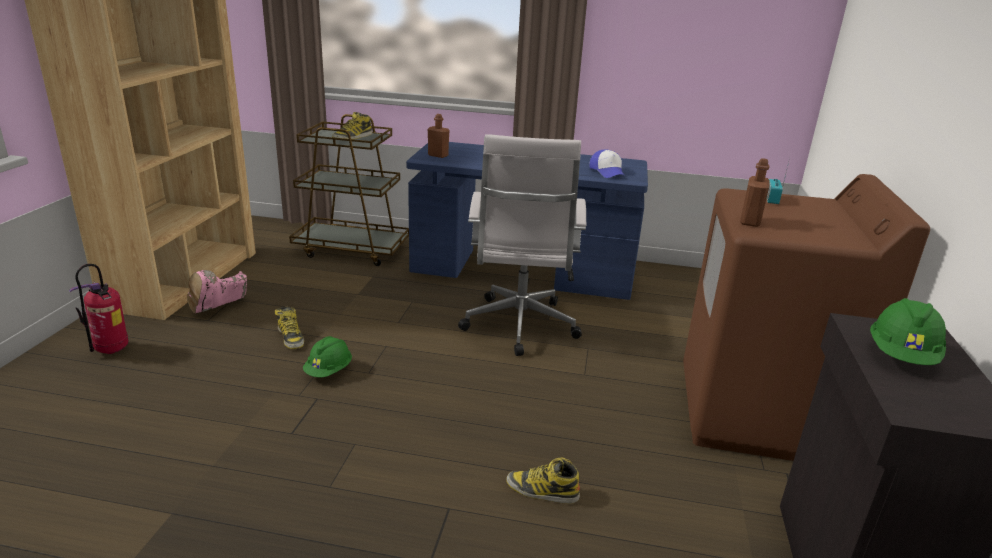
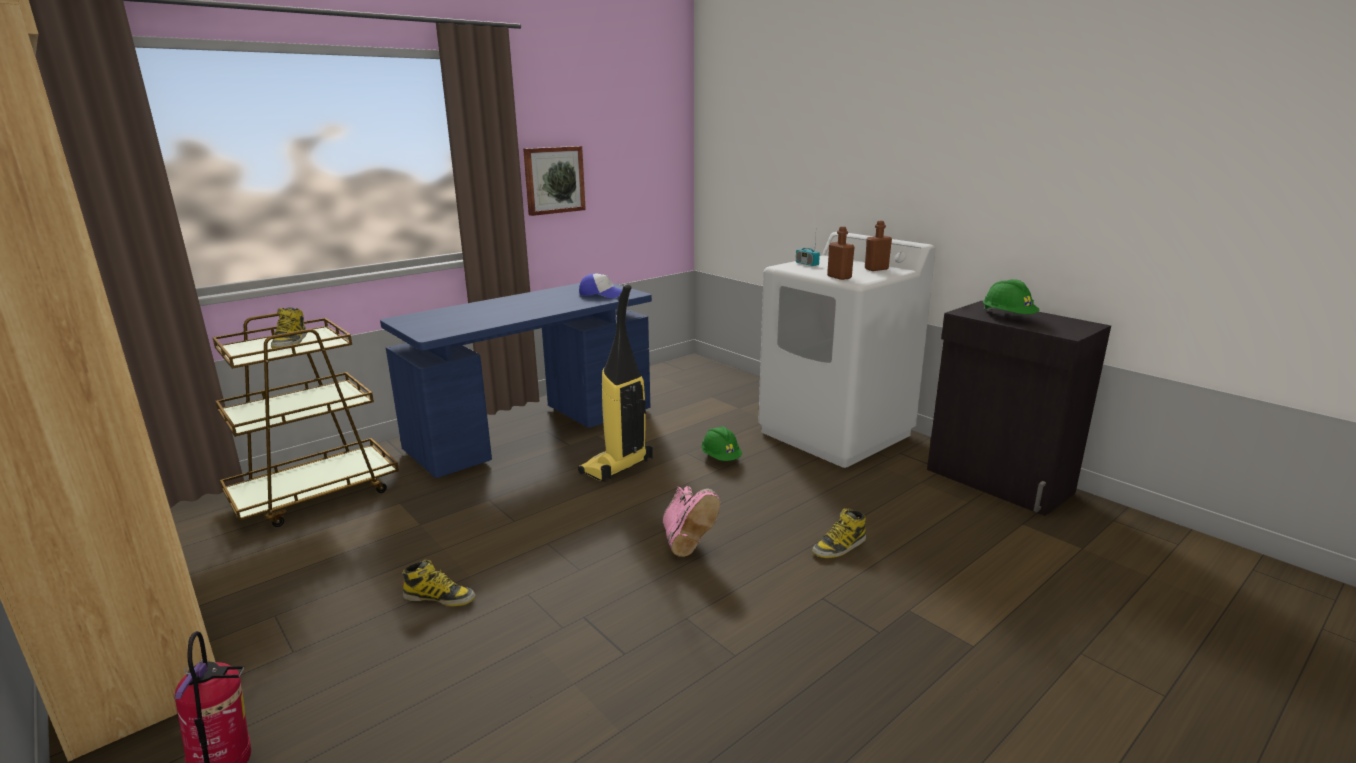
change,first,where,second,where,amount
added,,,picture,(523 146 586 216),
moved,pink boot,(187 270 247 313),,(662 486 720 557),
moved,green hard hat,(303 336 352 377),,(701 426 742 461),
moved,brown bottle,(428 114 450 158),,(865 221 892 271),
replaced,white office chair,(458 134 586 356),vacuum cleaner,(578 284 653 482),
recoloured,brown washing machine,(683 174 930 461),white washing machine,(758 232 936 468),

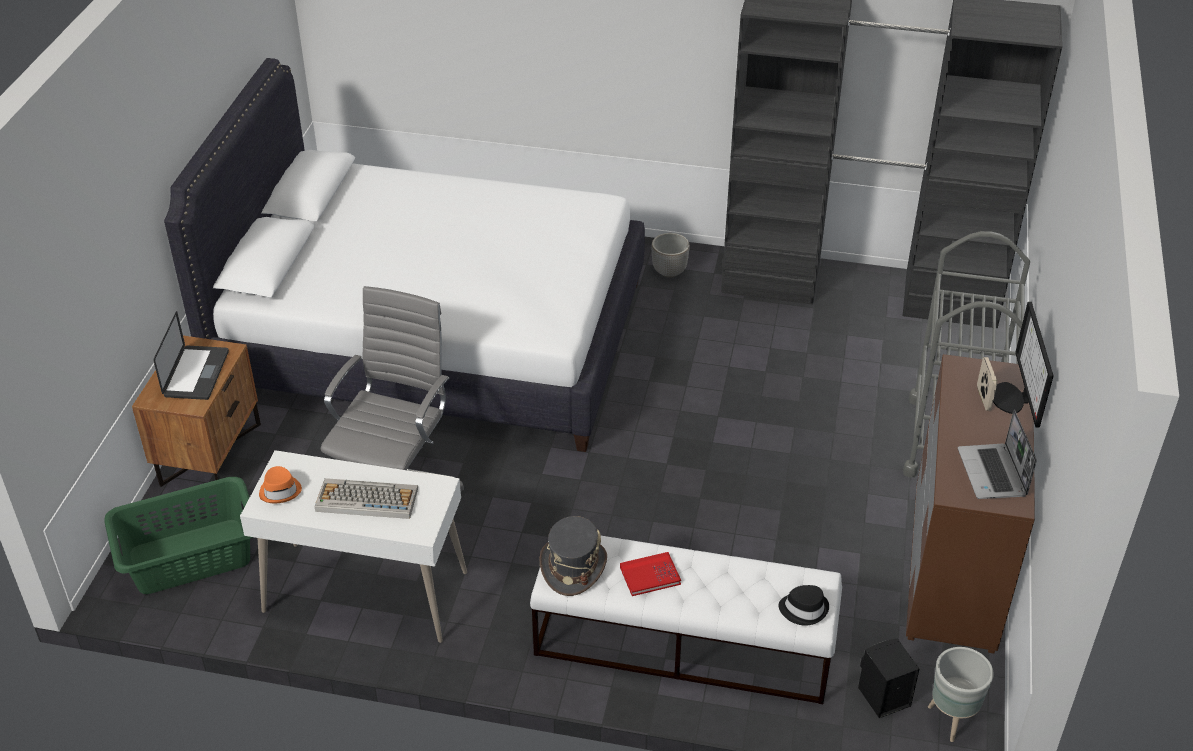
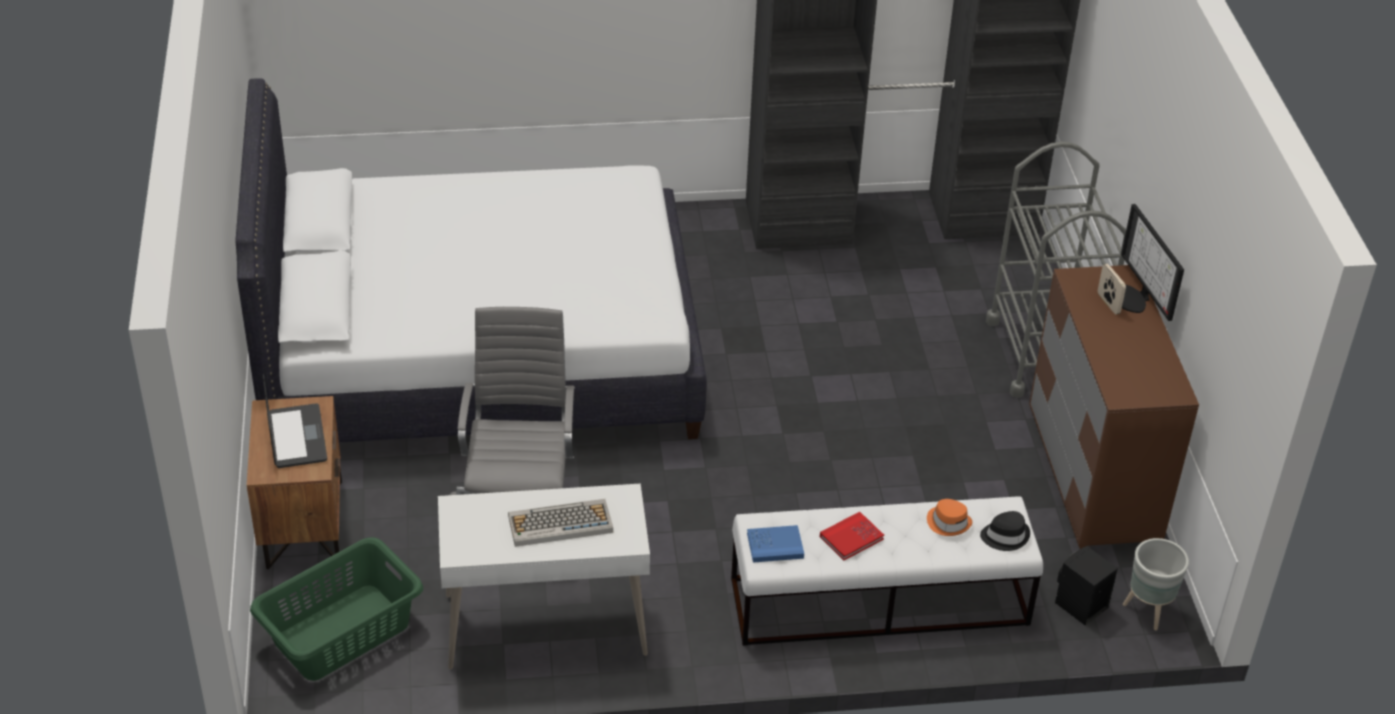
change,first,where,second,where,amount
removed,planter,(651 233 690 278),,,
removed,laptop,(958 410 1037 499),,,
moved,orange hat,(259 466 302 503),,(927 499 972 536),
replaced,grey hat,(539 516 607 596),blue book,(747 525 804 563),

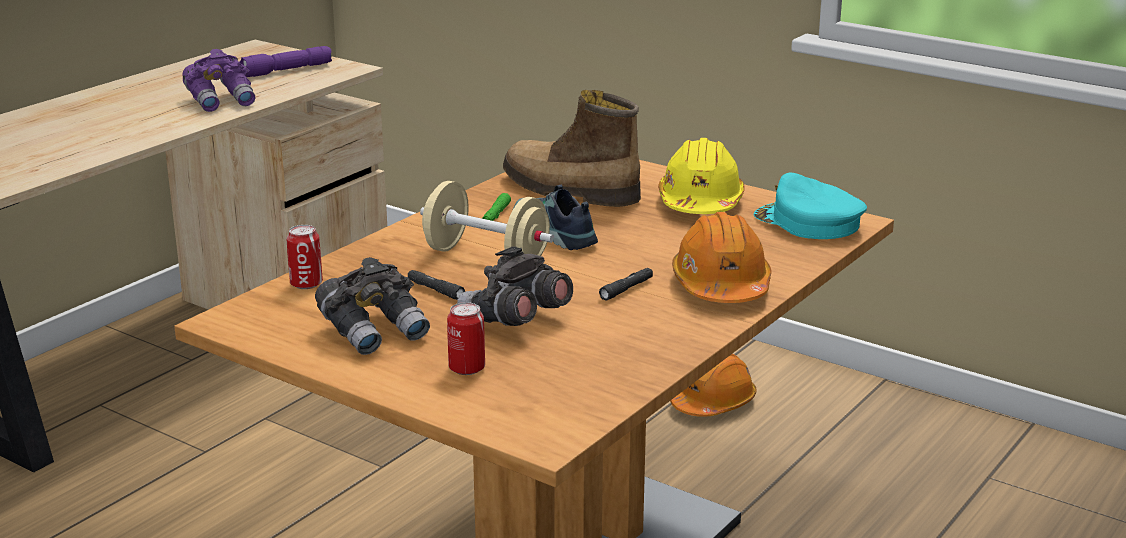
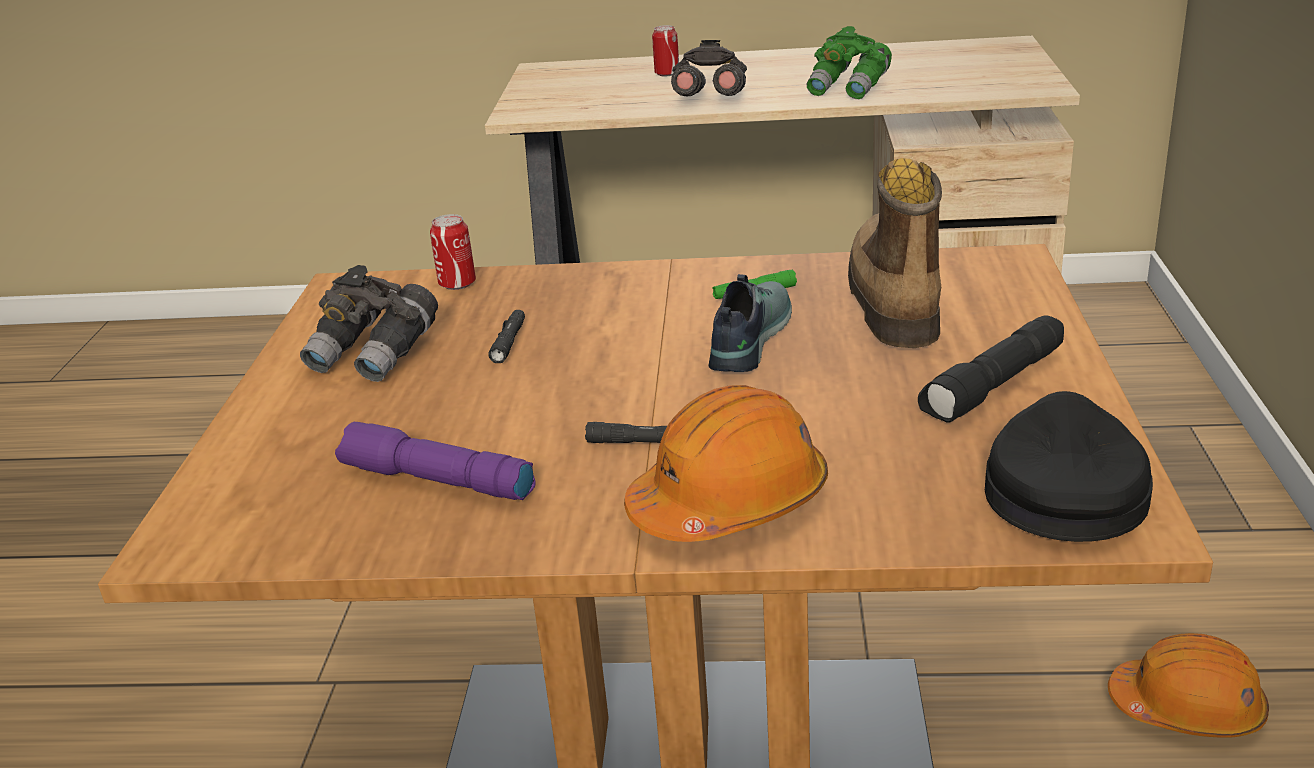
change,first,where,second,where,amount
removed,beige dumbbell,(420 181 554 256),,,
moved,purple flashlight,(239 46 332 77),,(335 422 536 500),
moved,can,(447 302 485 375),,(652 25 679 76),
moved,grey binoculars,(457 246 573 326),,(671 40 747 96),
replaced,yellow hard hat,(658 138 745 214),black flashlight,(918 315 1064 423),
recoloured,purple binoculars,(182 49 256 112),green binoculars,(807 26 892 99),
recoloured,turquoise cap,(754 173 867 239),black cap,(985 391 1153 542),

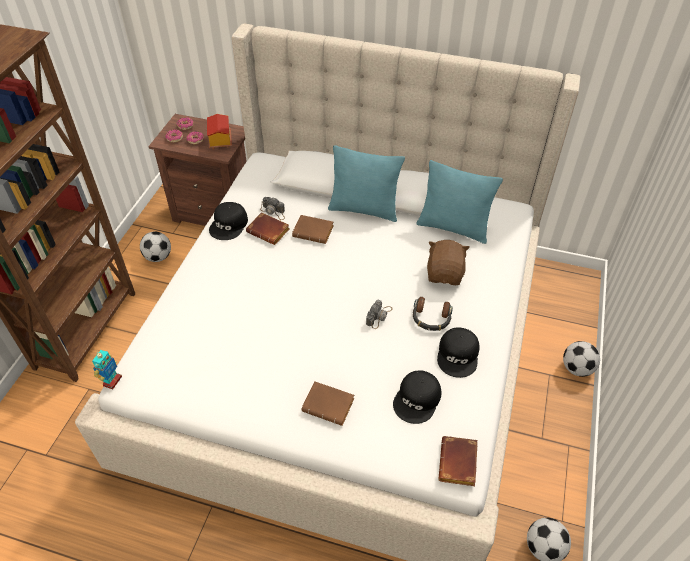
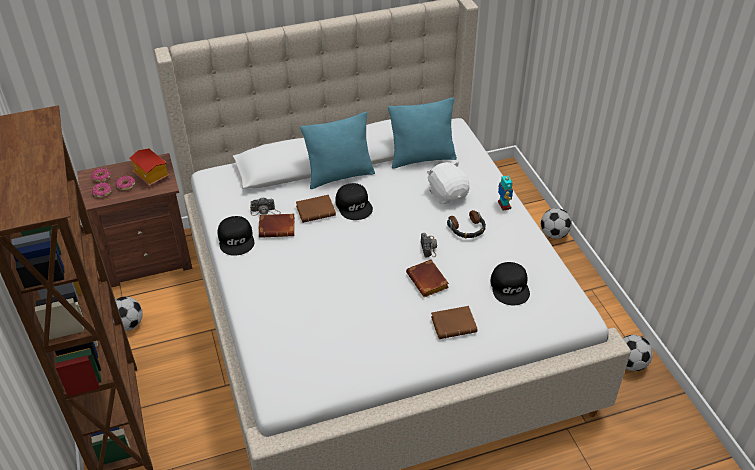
change,first,where,second,where,amount
moved,toy robot,(92 350 122 390),,(498 176 513 211),
moved,black cap,(437 327 480 378),,(335 183 373 220),
moved,brown book,(438 436 478 486),,(406 259 449 297),
recoloured,brown plush toy,(427 240 470 285),white plush toy,(426 161 470 204),

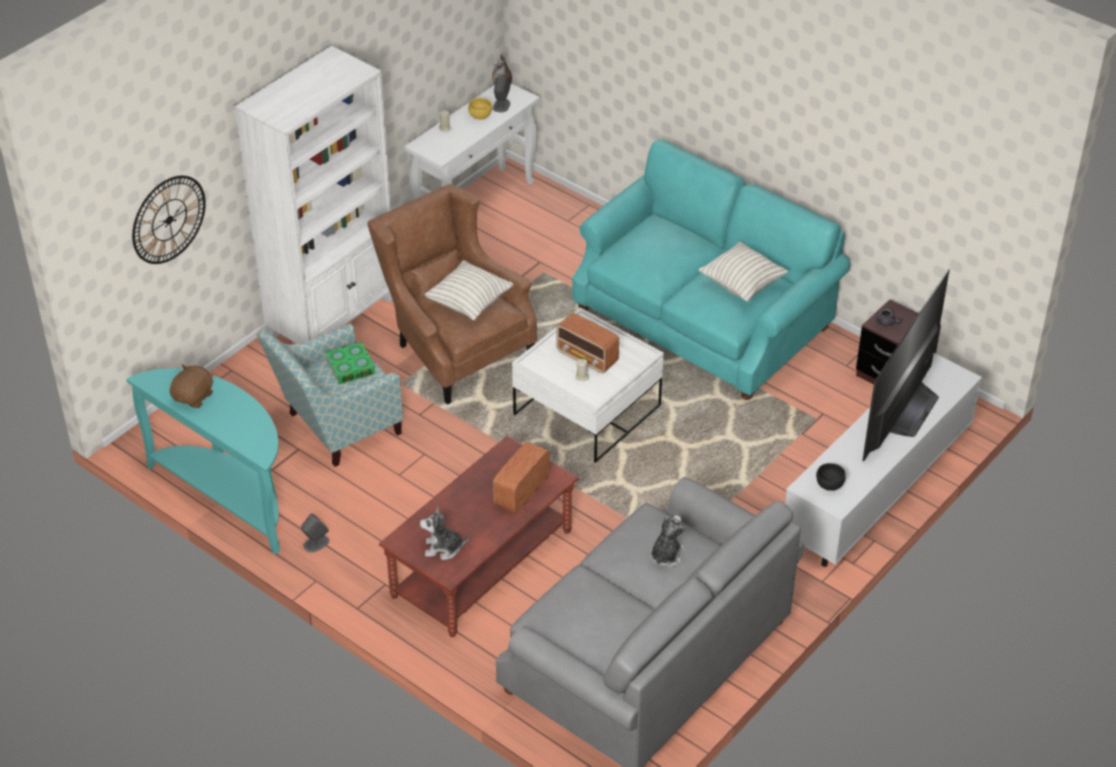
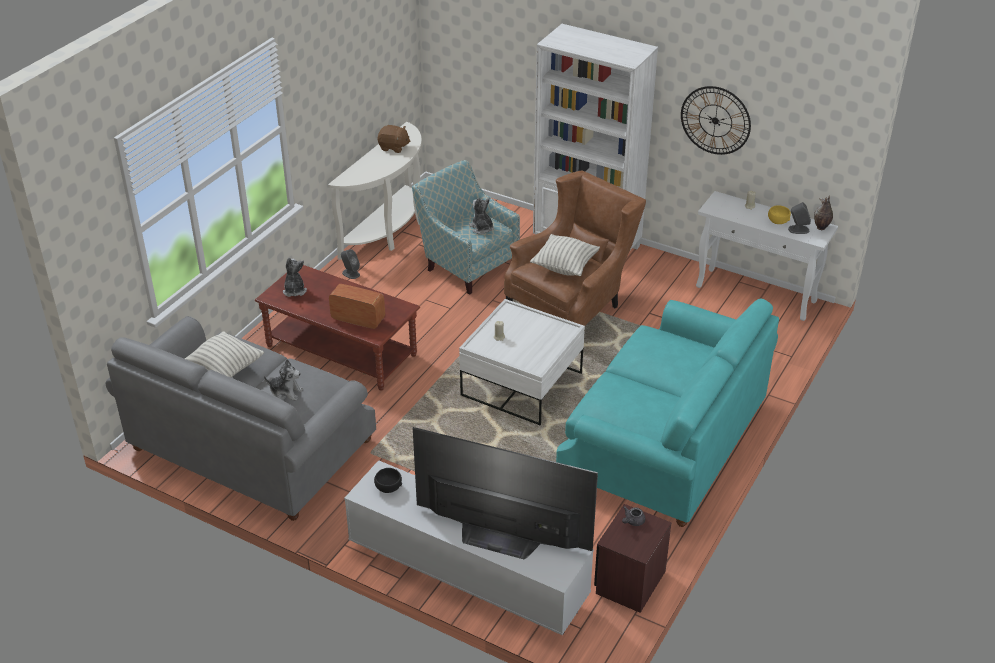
change,first,where,second,where,amount
removed,radio,(556 313 619 374),,,
moved,wall clock,(132 175 206 264),,(681 86 751 155),
moved,pillow,(698 241 788 301),,(185 331 264 377),
replaced,book,(325 342 376 384),plush toy,(469 198 494 234),
recoloured,turquoise console table,(126 368 280 554),white console table,(328 122 422 260),

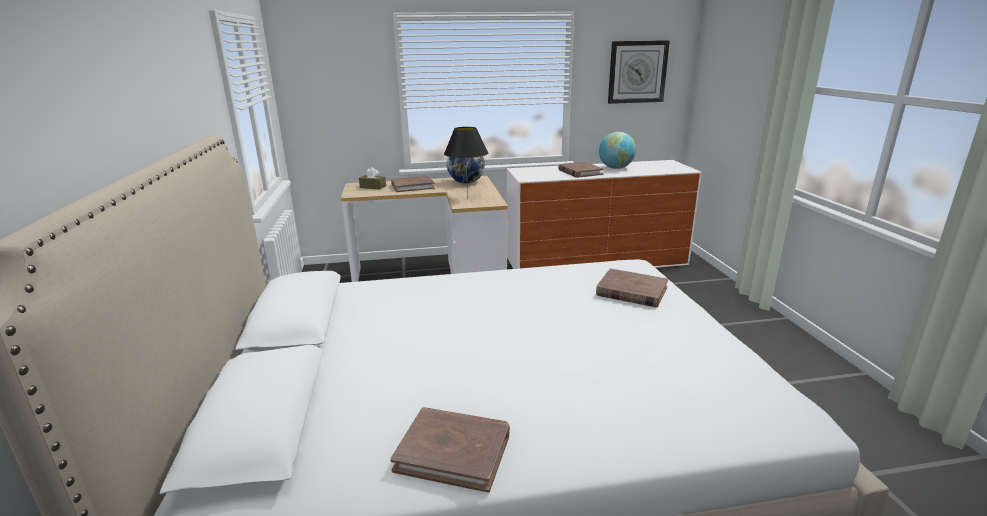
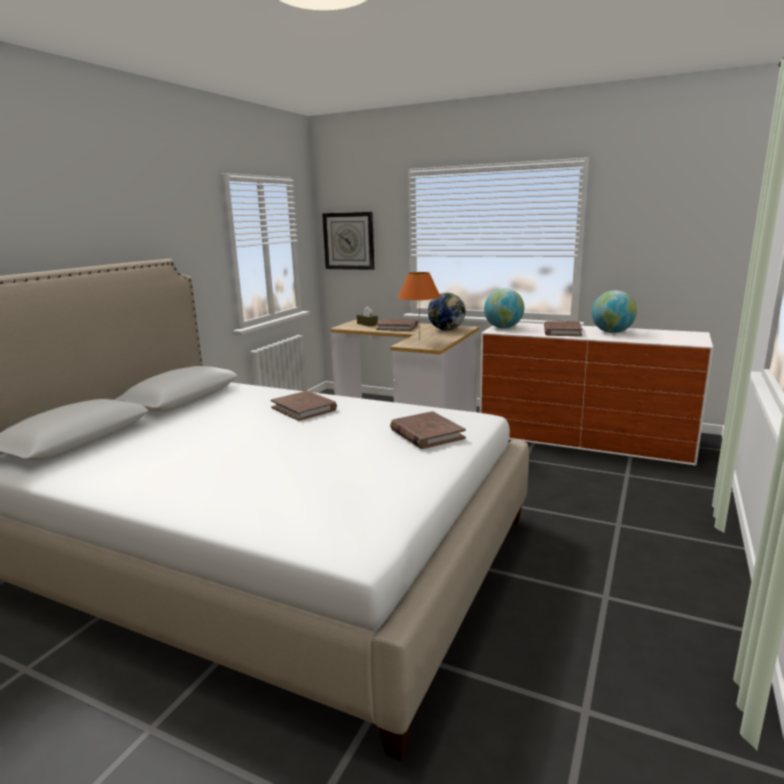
change,first,where,second,where,amount
added,,,globe,(484 288 524 328),
moved,brown book,(390 407 510 493),,(271 391 337 421),
moved,wall clock,(608 40 670 104),,(322 212 375 270),
recoloured,black table lamp,(444 127 488 199),orange table lamp,(398 272 441 341),

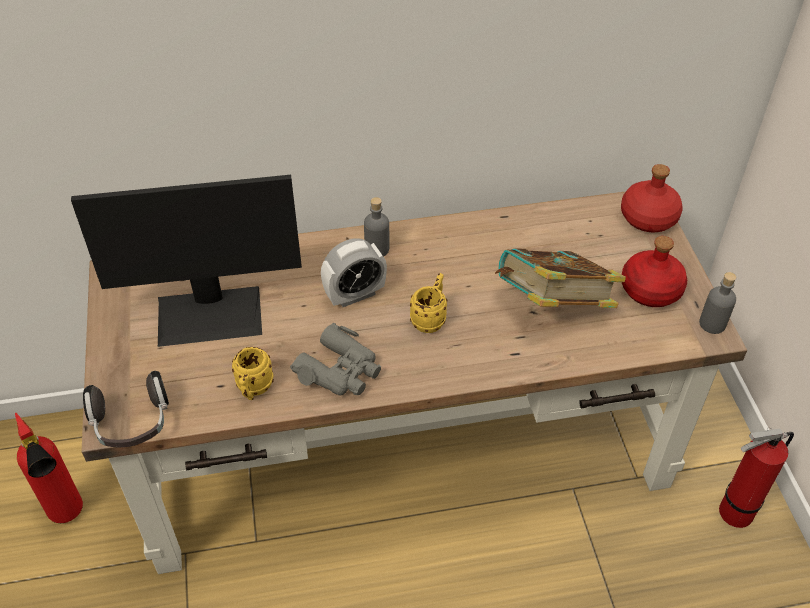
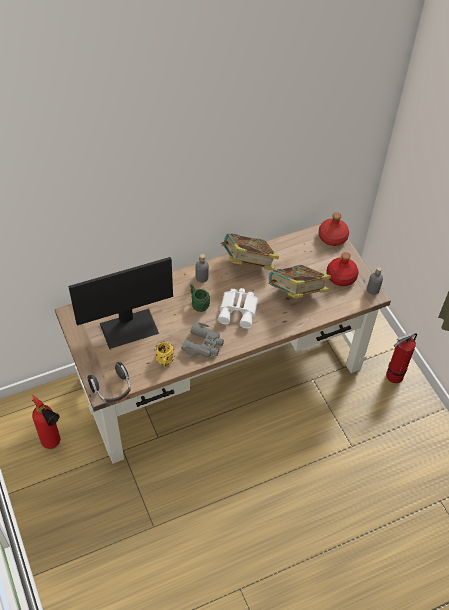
change,first,where,second,where,amount
added,,,book,(220 234 279 271),
replaced,alarm clock,(321 238 387 307),green mug,(190 284 210 312),
replaced,yellow mug,(410 273 447 333),white binoculars,(218 288 259 329),

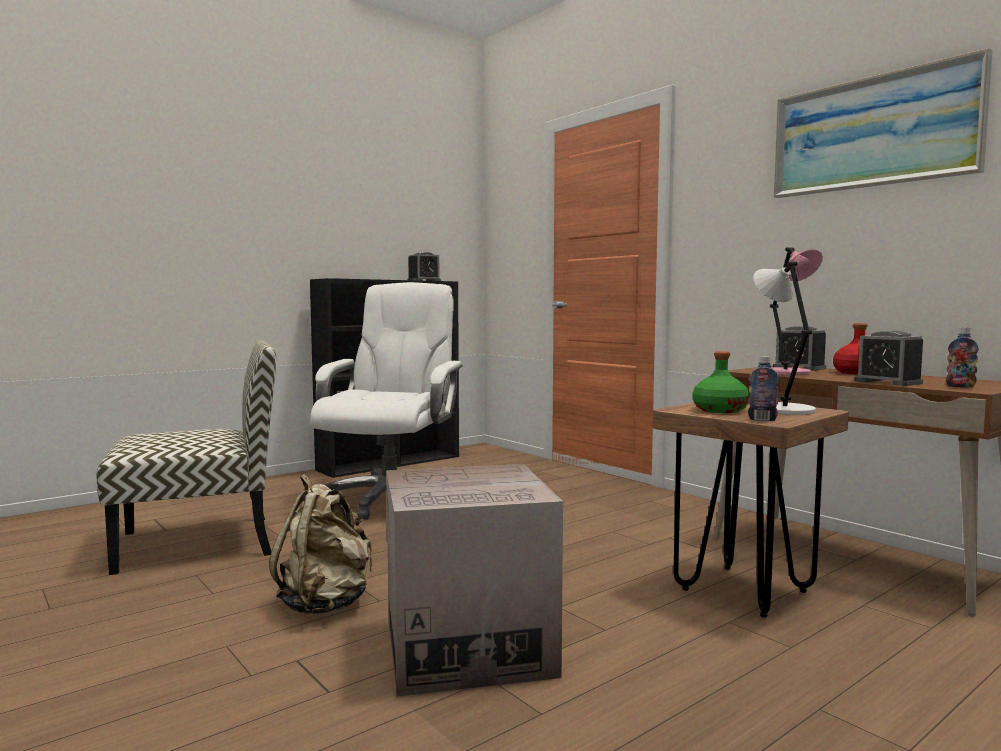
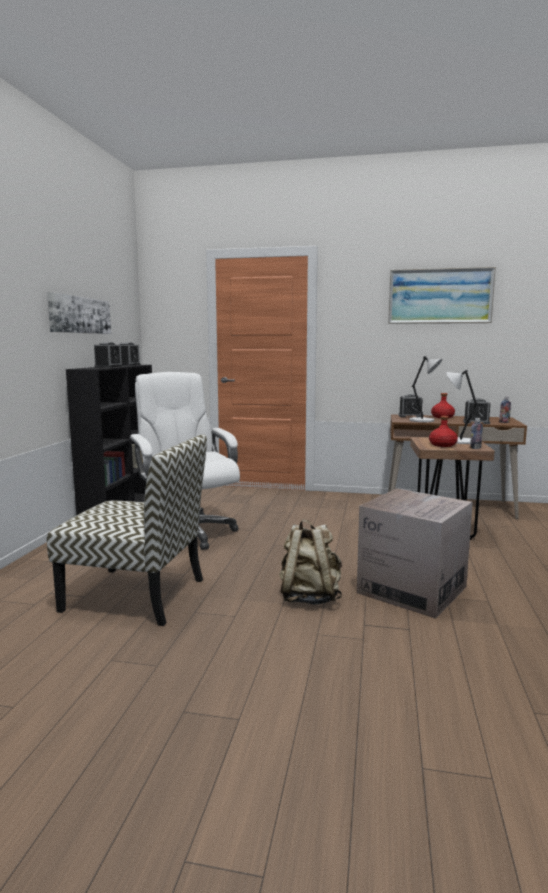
change,first,where,second,where,amount
added,,,picture,(47 292 111 334),
added,,,alarm clock,(94 342 122 367),
recoloured,green bottle,(692 351 750 413),red bottle,(429 416 458 447),
recoloured,pink table lamp,(770 247 823 376),grey table lamp,(409 356 442 422),
turned,chair,(97 340 276 575),,(47 434 207 626),75 degrees clockwise

